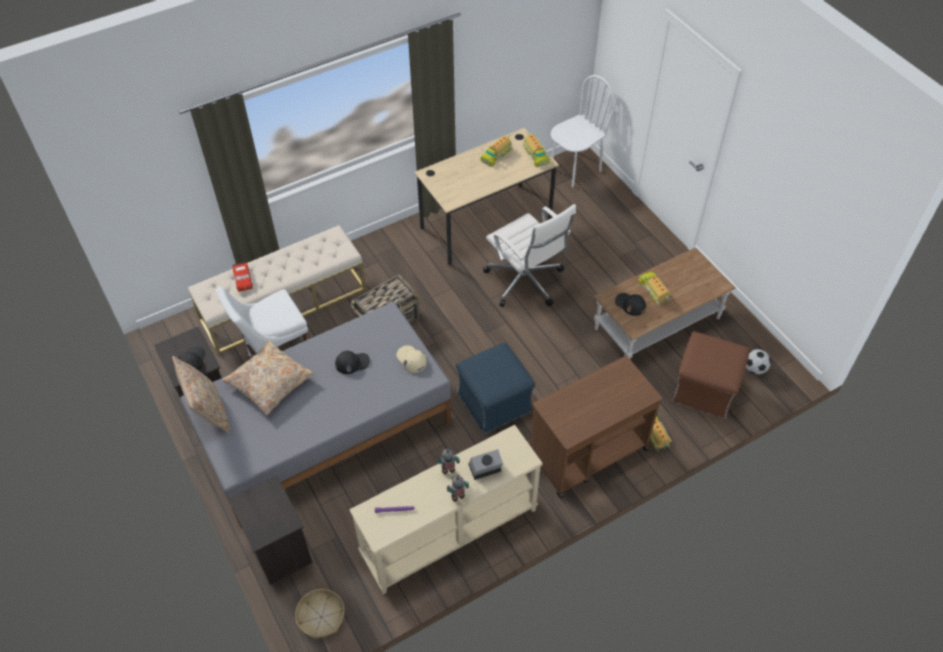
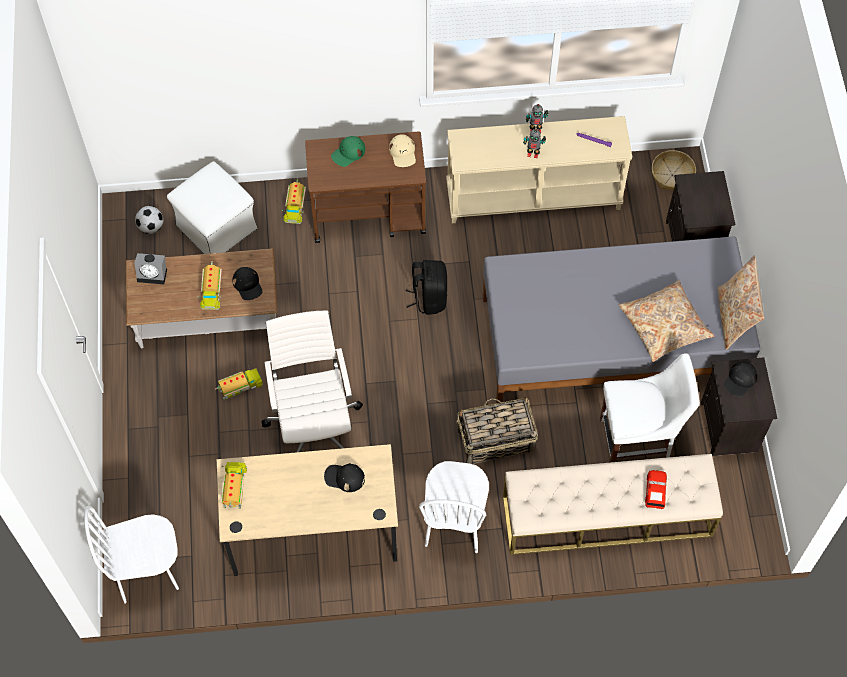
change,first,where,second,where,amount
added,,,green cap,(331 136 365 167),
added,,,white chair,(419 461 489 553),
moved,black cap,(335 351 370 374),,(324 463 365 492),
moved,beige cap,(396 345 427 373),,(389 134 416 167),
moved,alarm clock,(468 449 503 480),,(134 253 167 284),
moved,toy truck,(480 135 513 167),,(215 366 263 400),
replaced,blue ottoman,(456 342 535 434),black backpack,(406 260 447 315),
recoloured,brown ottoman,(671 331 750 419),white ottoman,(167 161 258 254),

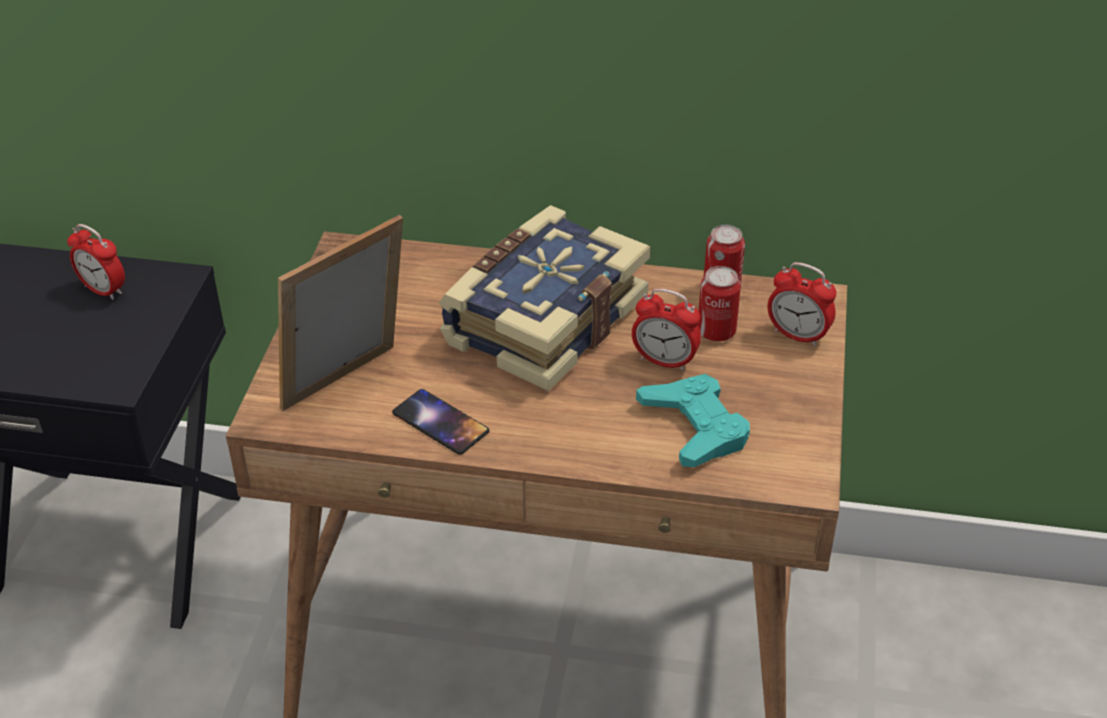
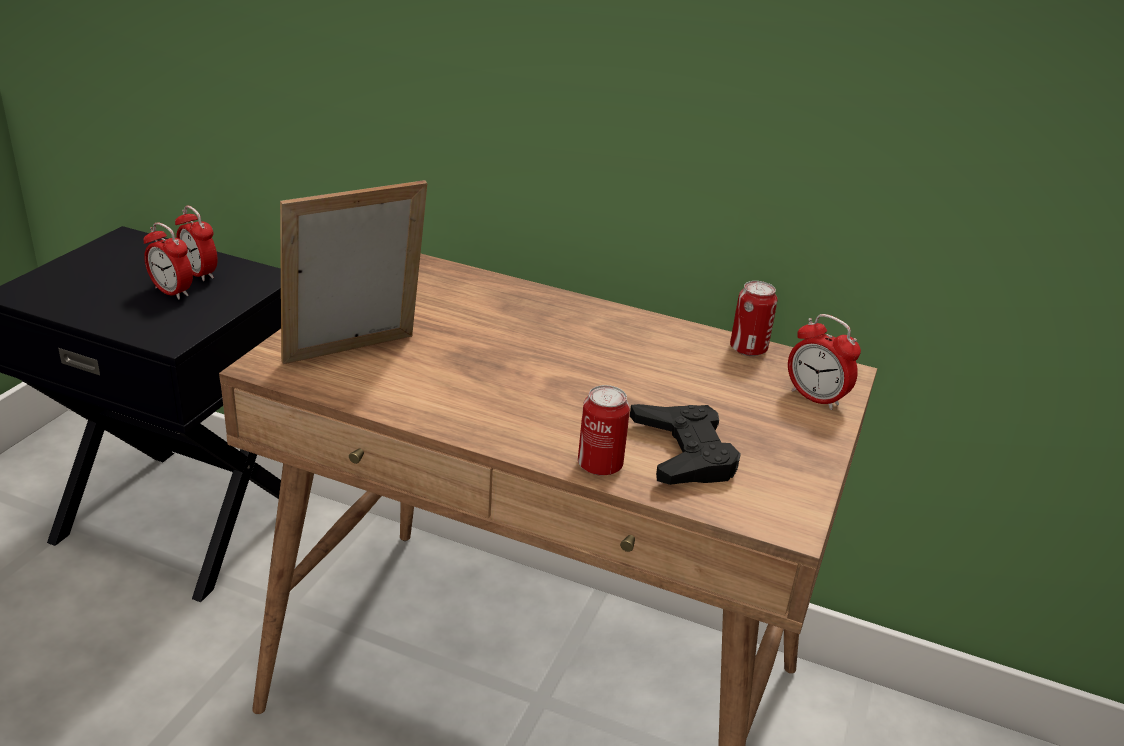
change,first,where,second,where,amount
removed,phone,(392 389 489 455),,,
removed,book,(438 205 650 391),,,
moved,alarm clock,(632 288 701 371),,(143 222 193 300),
moved,can,(698 266 741 341),,(578 385 630 476),
recoloured,turquoise game controller,(636 374 750 467),black game controller,(630 404 741 485),

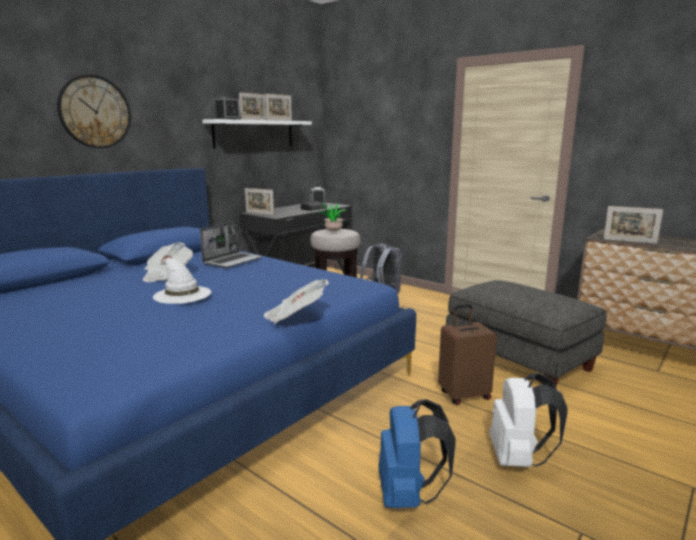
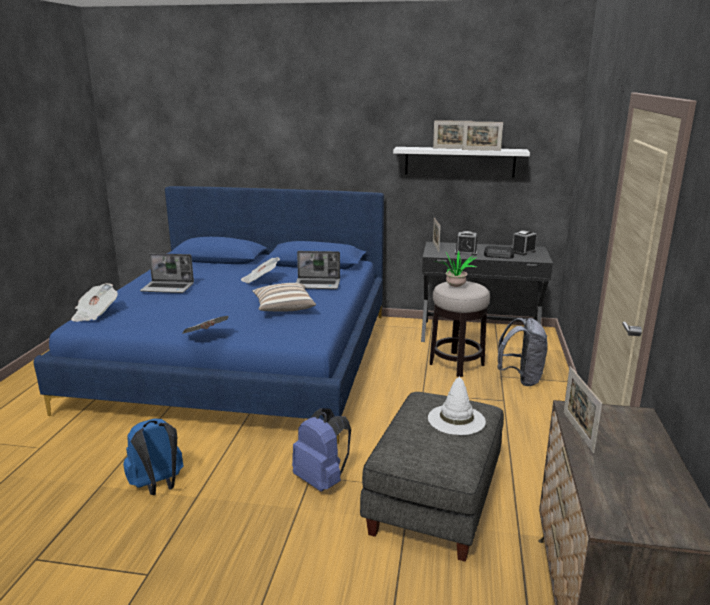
change,first,where,second,where,amount
removed,wall clock,(57 75 131 148),,,
removed,white backpack,(489 373 568 467),,,
added,,,newspaper,(71 283 118 322),
added,,,laptop,(140 253 194 293),
added,,,pillow,(252 283 316 312),
moved,white hat,(153 258 211 304),,(428 376 486 435),
moved,alarm clock,(215 97 241 120),,(455 231 478 256),
replaced,brown suitcase,(438 304 497 405),blue backpack,(292 408 351 492),

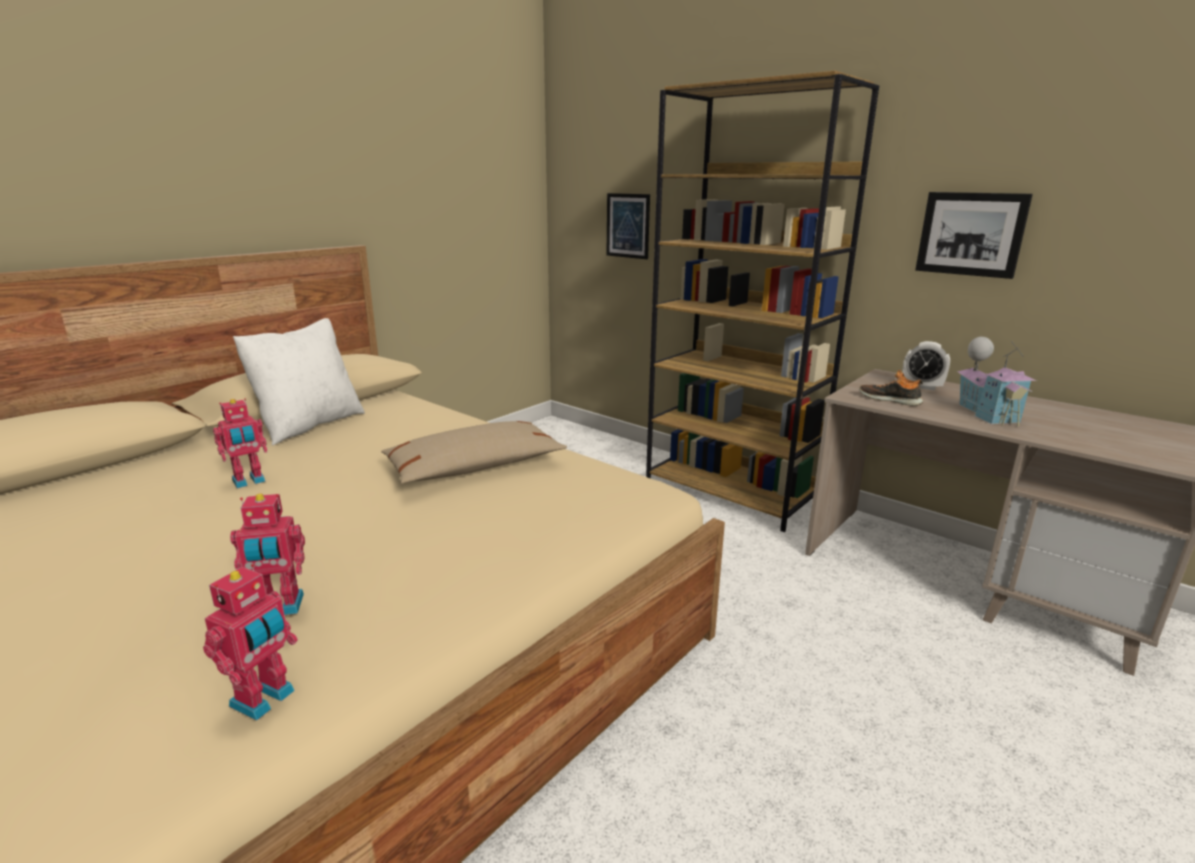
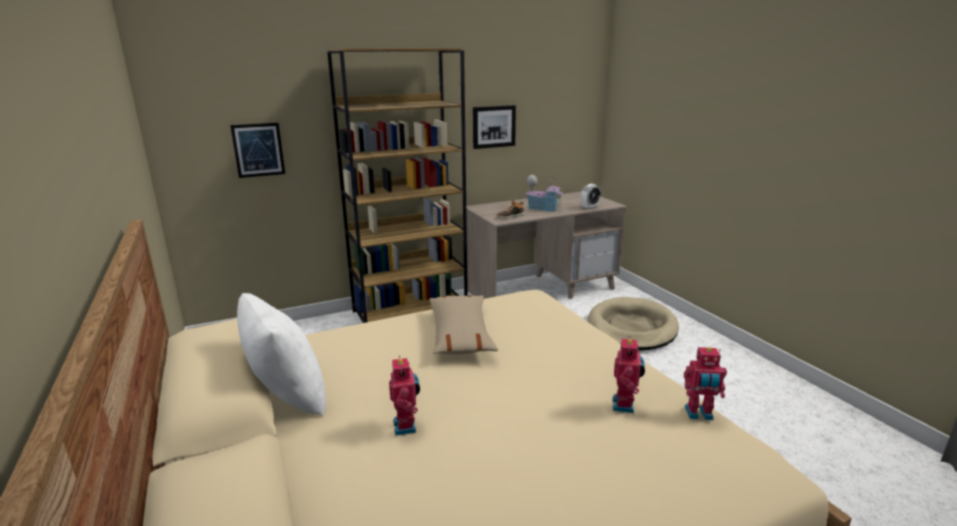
change,first,where,second,where,amount
added,,,beige dog bed,(588 297 679 351),
moved,alarm clock,(902 341 950 391),,(580 184 601 210),
turned,toy robot,(203 564 298 721),,(684 347 727 420),135 degrees clockwise

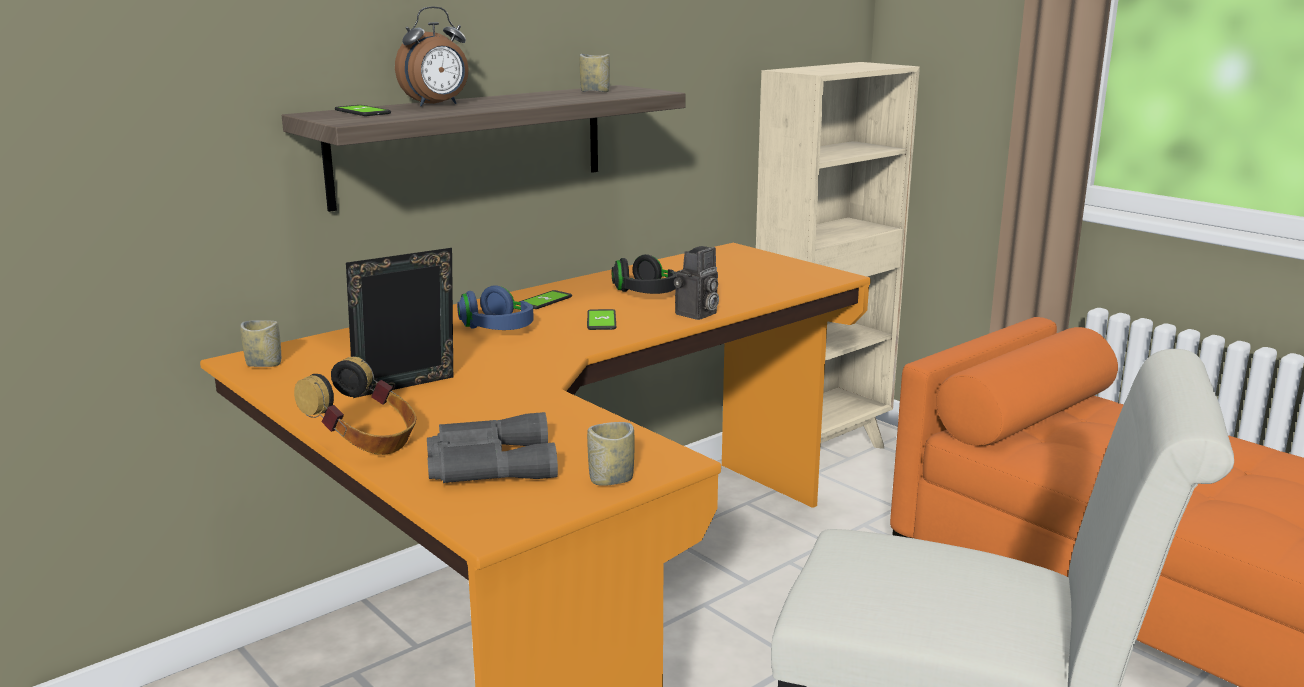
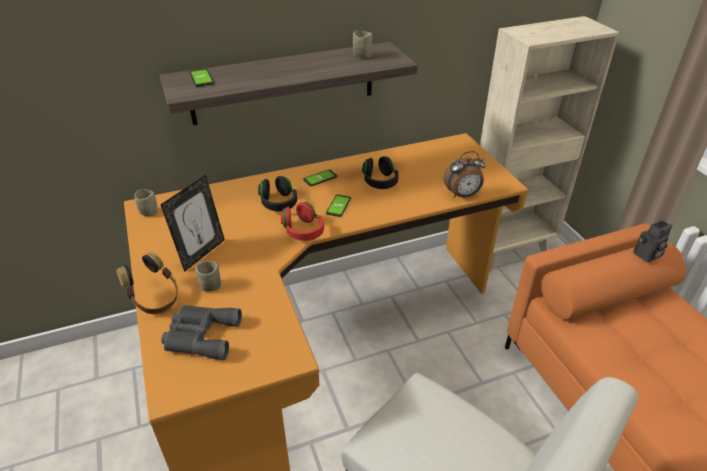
change,first,where,second,where,amount
added,,,red headphones,(281 202 324 241),
moved,alarm clock,(395 6 469 107),,(443 151 485 198),
moved,cup,(587 422 634 486),,(195 261 221 292),
moved,photo camera,(674 246 719 320),,(633 220 672 263),
recoloured,blue headphones,(457 285 534 330),black headphones,(258 176 297 212),
turned,picture frame,(346 248 453 398),,(160 175 225 272),135 degrees clockwise

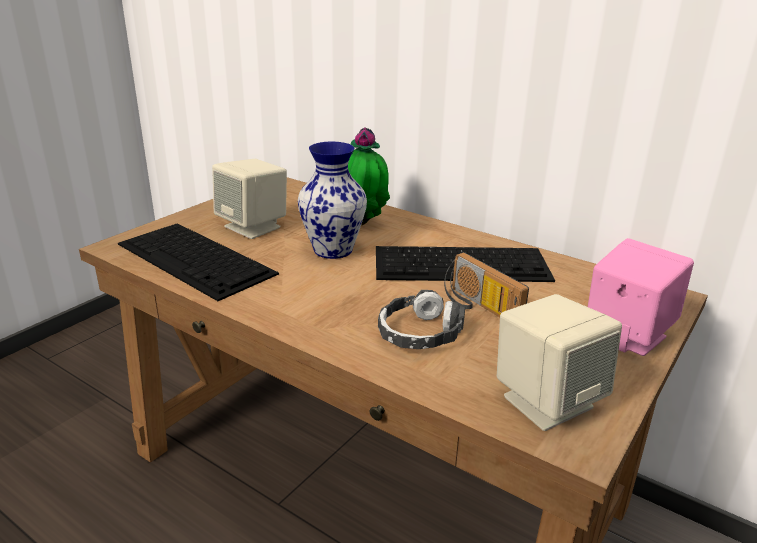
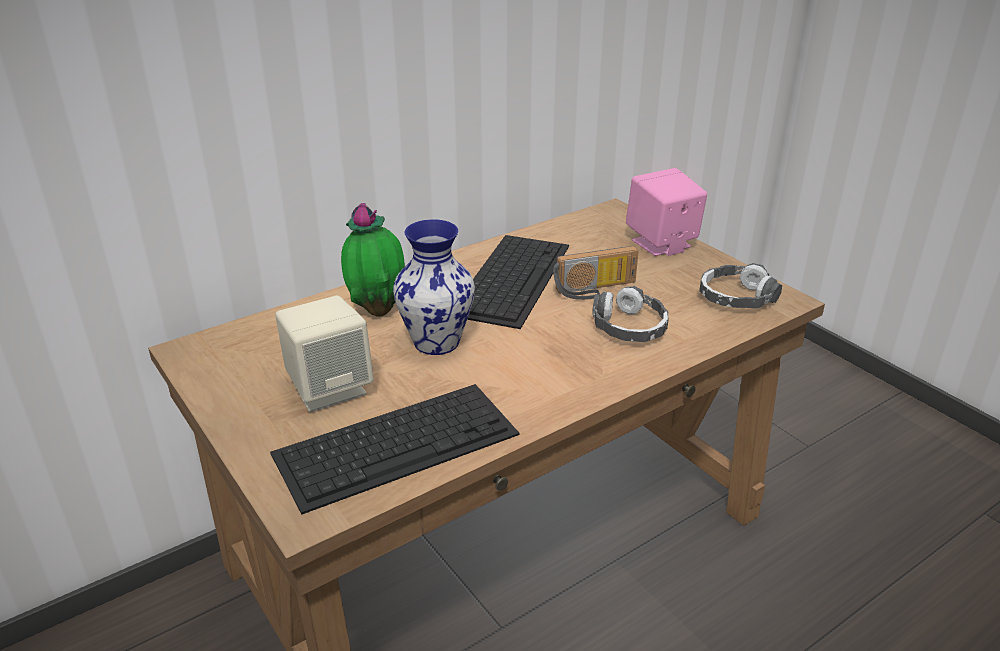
change,first,where,second,where,amount
replaced,beige speaker,(497 294 622 431),headphones,(699 263 782 308),

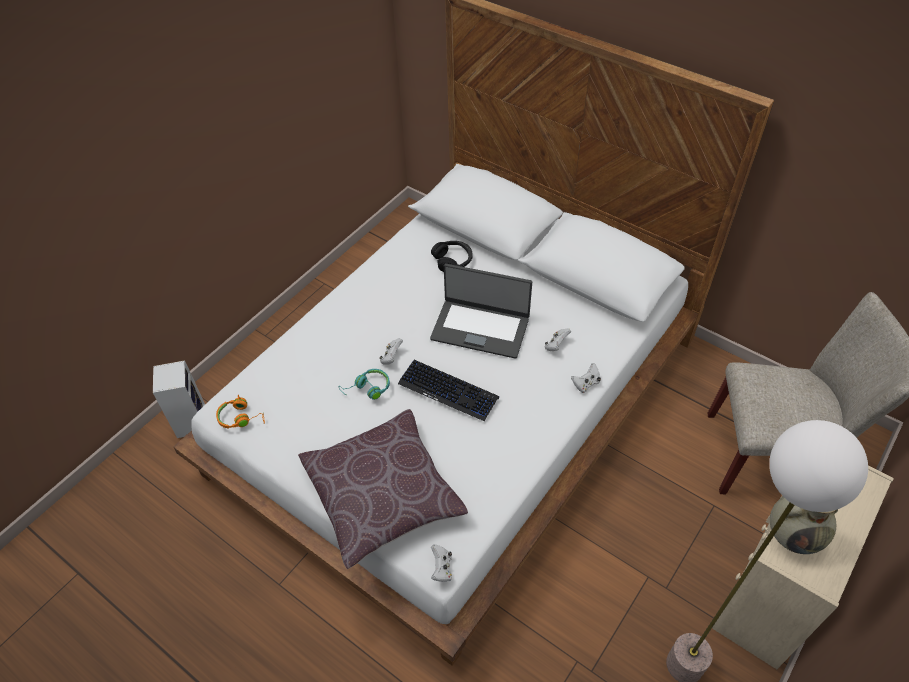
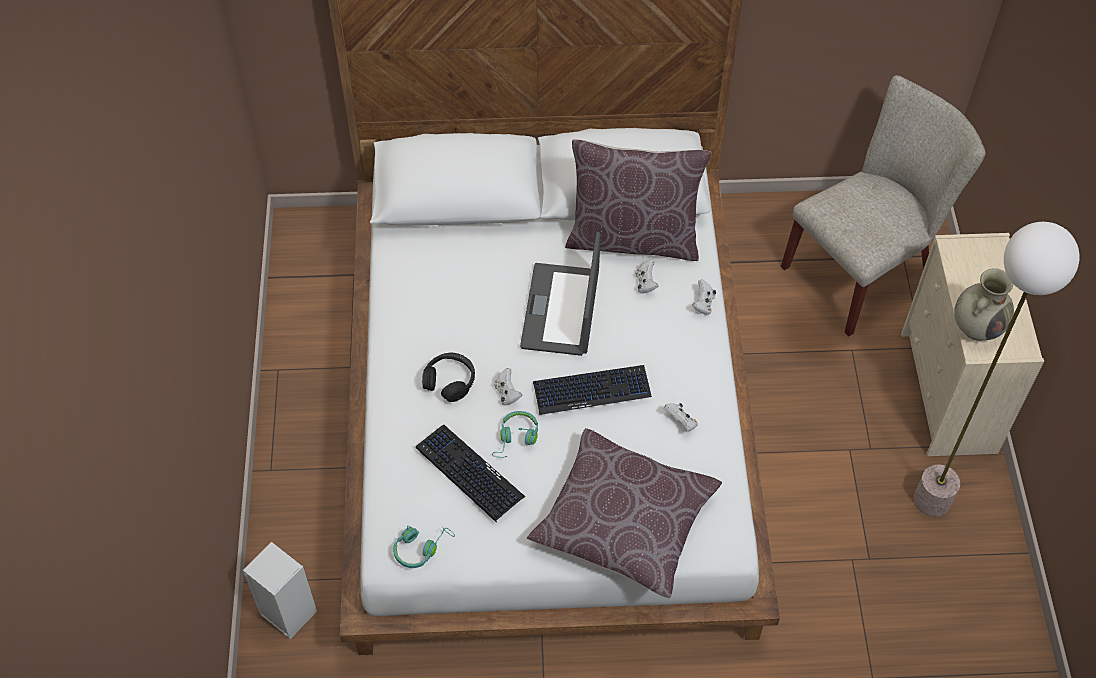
change,first,where,second,where,amount
added,,,keyboard,(416 425 525 522),
added,,,brown pillow,(565 139 711 261),
moved,black headphones,(431 241 473 272),,(422 352 475 402),
moved,white game controller,(431 544 452 582),,(664 403 698 431),
recoloured,orange headphones,(216 395 265 428),turquoise headphones,(393 526 455 568),
turned,laptop,(430 264 532 359),,(520 232 601 356),120 degrees clockwise

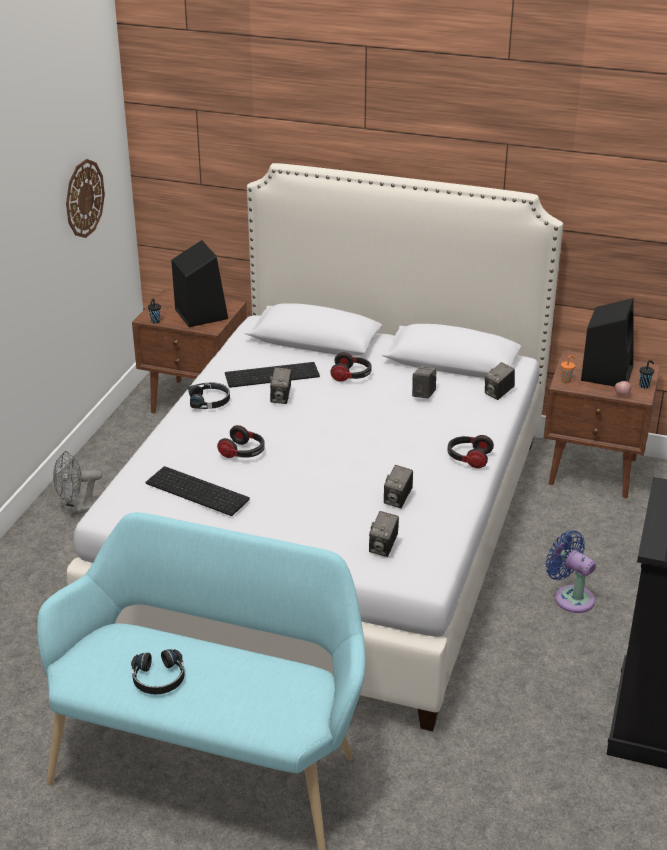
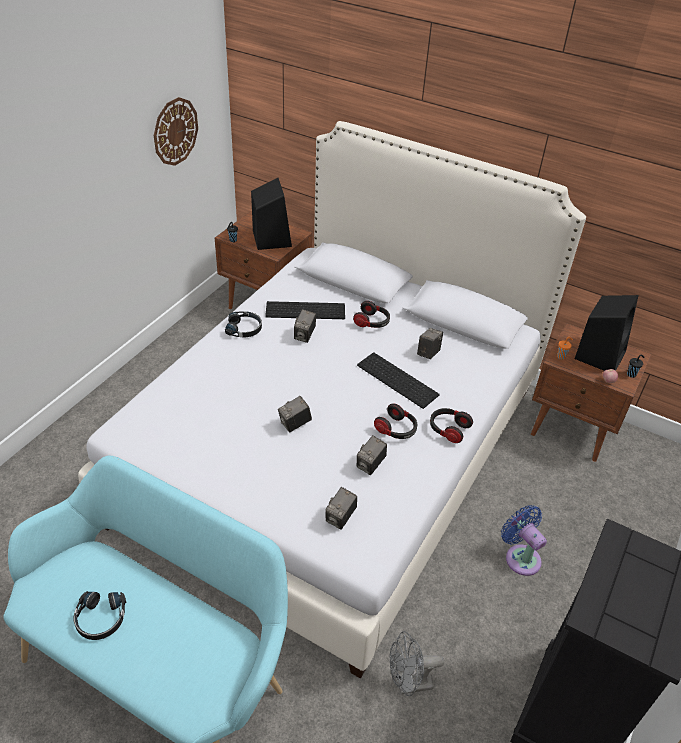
change,first,where,second,where,amount
moved,grey fan,(53 451 102 516),,(389 631 444 696),
moved,keyboard,(146 466 250 516),,(357 352 440 409),
moved,headphones,(217 425 265 458),,(374 403 417 439),
moved,photo camera,(485 362 515 400),,(278 396 312 432),

